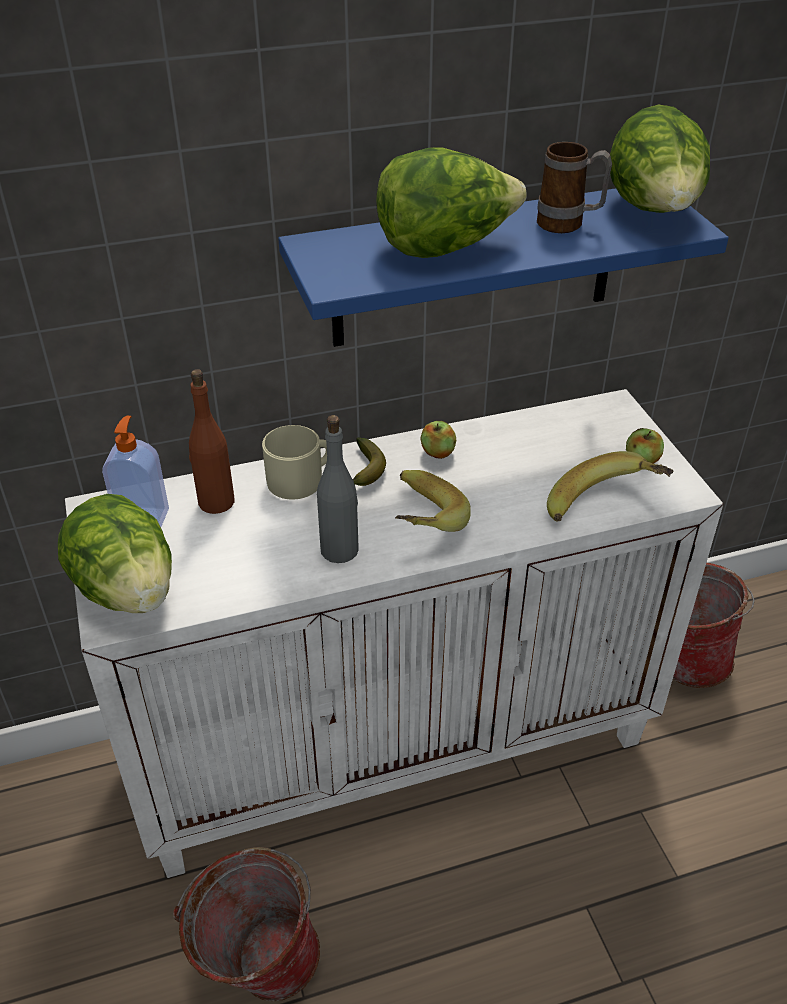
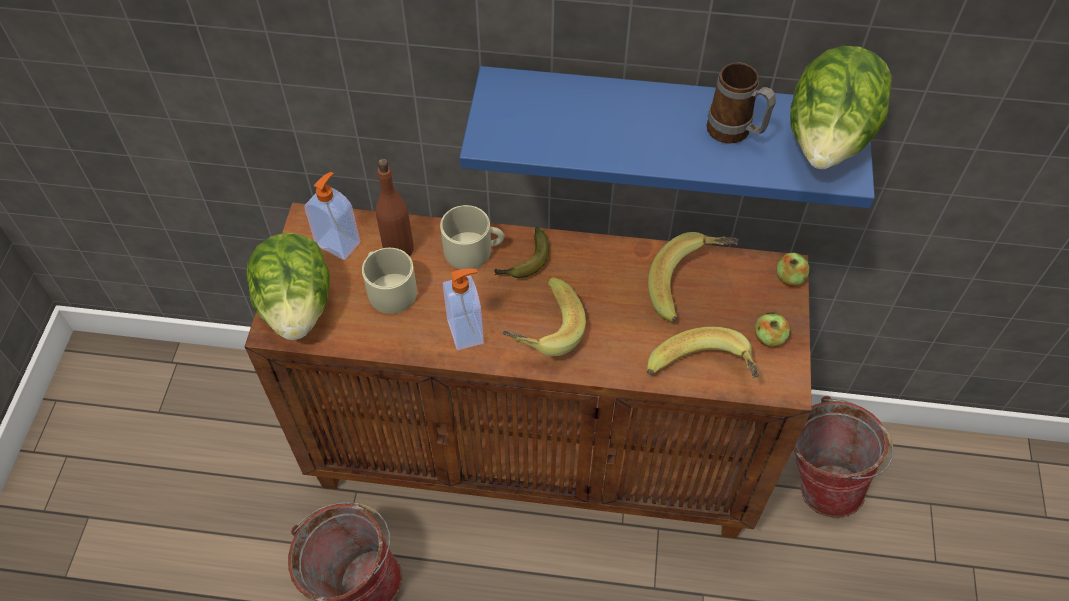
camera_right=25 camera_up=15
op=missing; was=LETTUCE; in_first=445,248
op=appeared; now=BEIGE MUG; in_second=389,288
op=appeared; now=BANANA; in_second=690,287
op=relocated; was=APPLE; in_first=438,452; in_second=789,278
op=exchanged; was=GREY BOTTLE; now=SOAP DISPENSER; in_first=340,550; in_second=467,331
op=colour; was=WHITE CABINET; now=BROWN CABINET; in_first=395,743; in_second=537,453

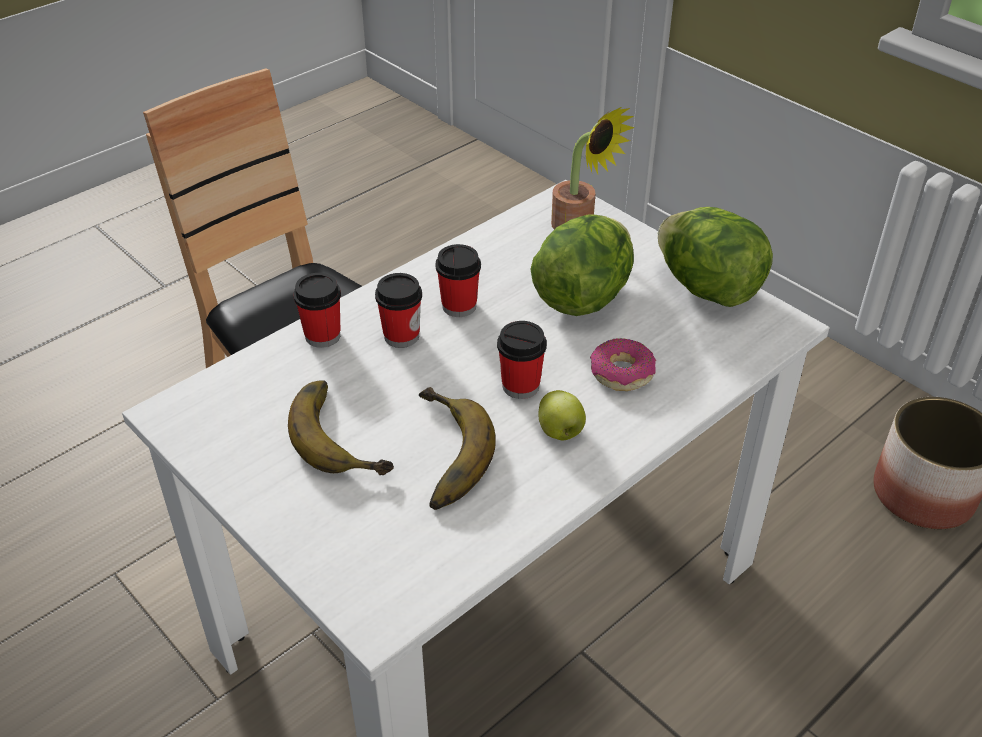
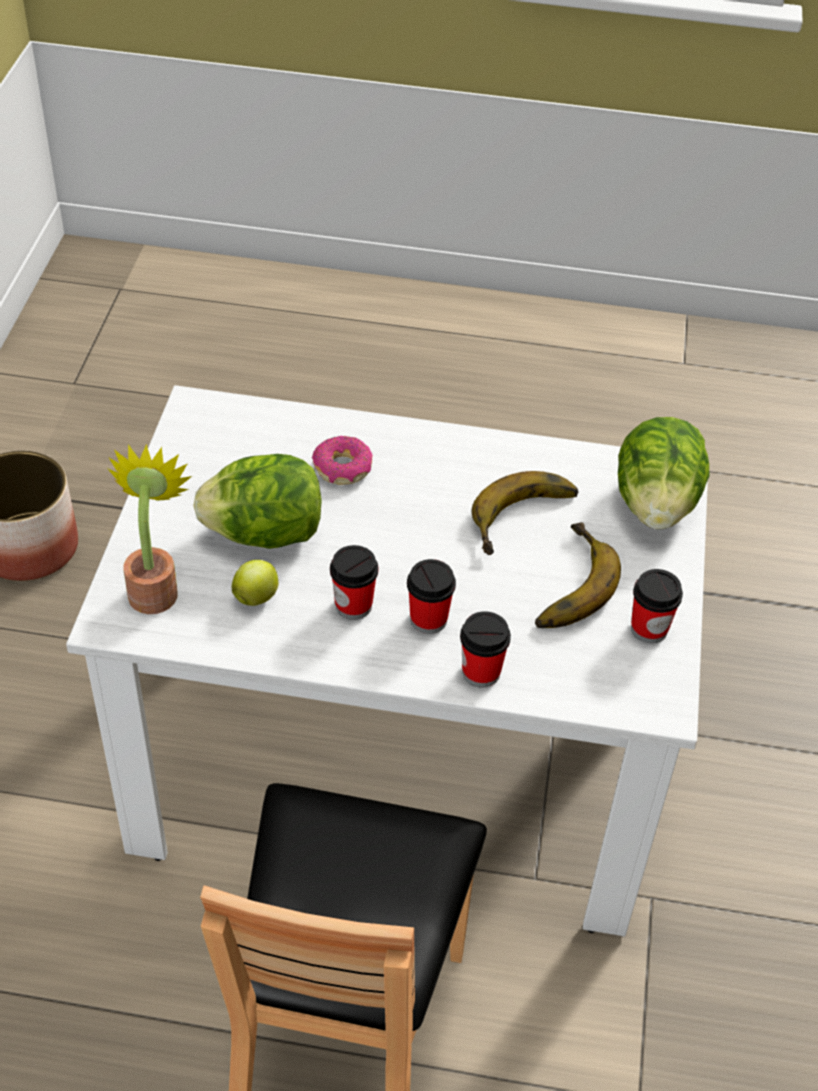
camera_right=-130 camera_up=5
op=relocated; was=CUP; in_first=520,386; in_second=649,629
op=relocated; was=APPLE; in_first=560,433; in_second=256,596
op=relocated; was=LETTUCE; in_first=708,289; in_second=656,504

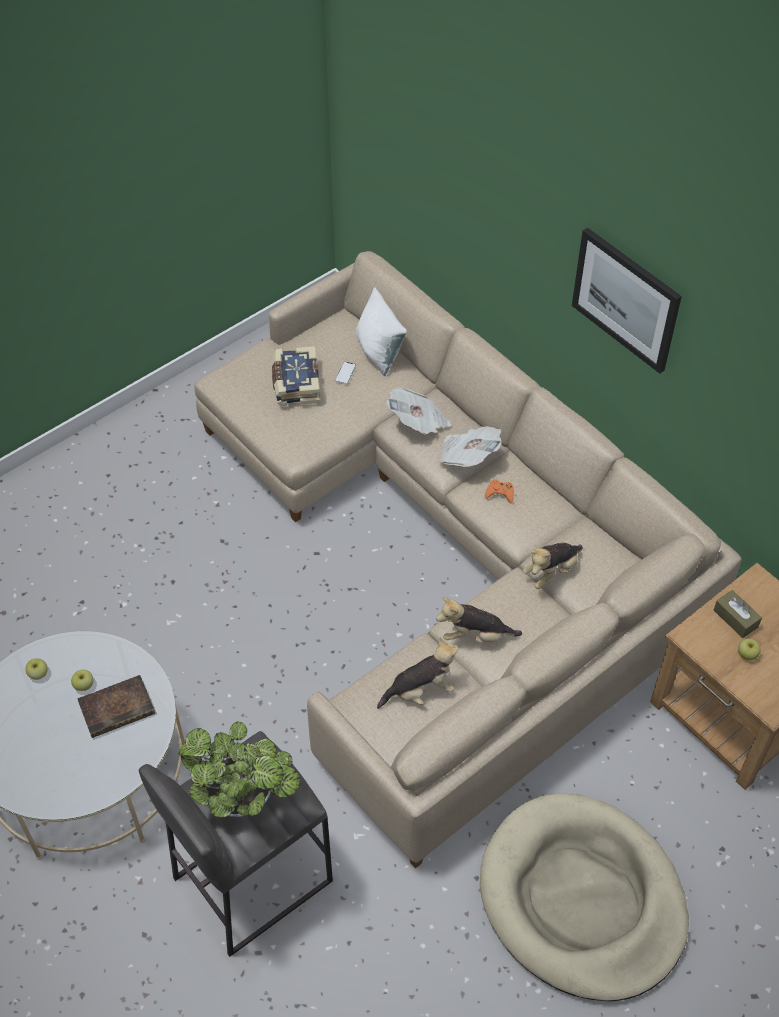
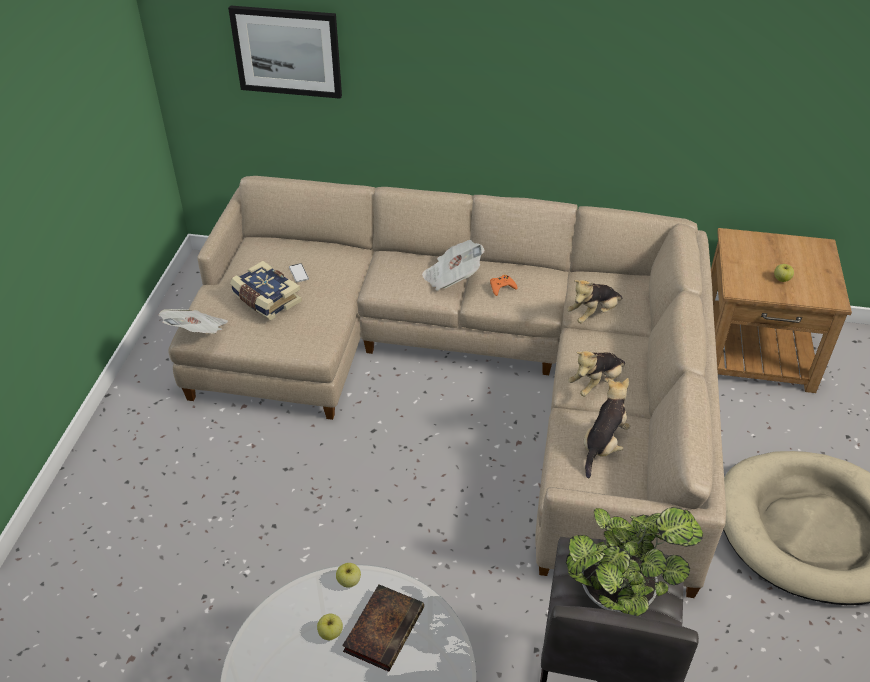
camera_right=-40 camera_up=-10
op=missing; was=WHITE PILLOW; in_first=379,352
op=missing; was=BROWN TISSUE BOX; in_first=735,618
op=relocated; was=APPLE; in_first=38,674; in_second=349,581
op=relocated; was=NEWSPAPER; in_first=418,422; in_second=197,333
op=relocated; was=PICTURE; in_first=626,299; in_second=287,51
op=spun; was=PLUSH TOY; in_first=551,571; in_second=593,314; clockwise=45

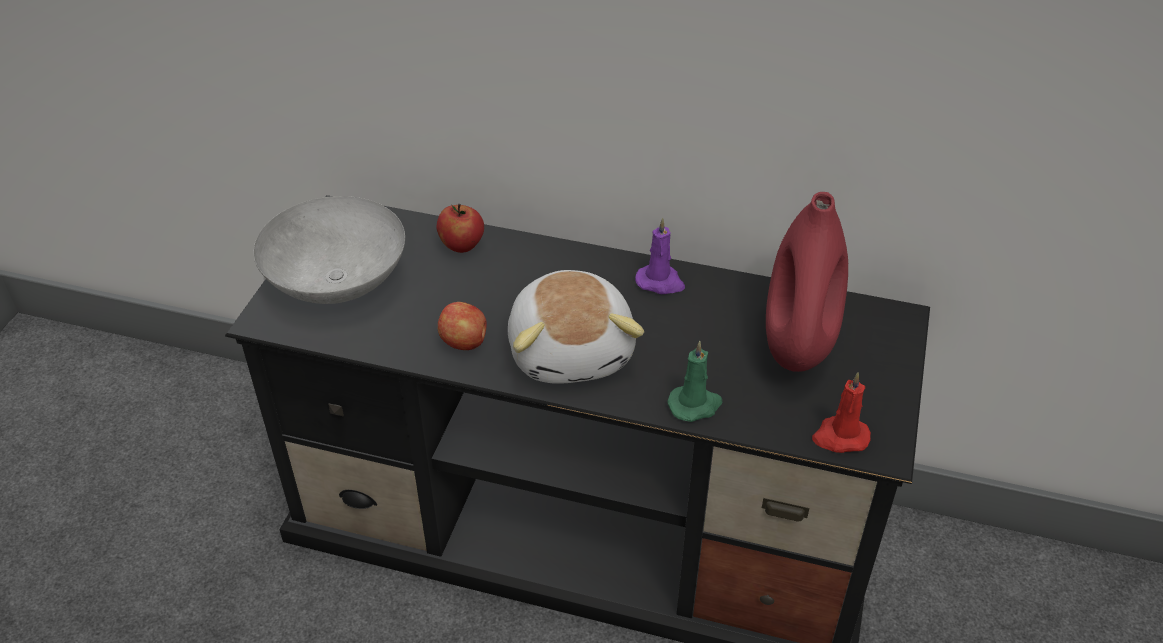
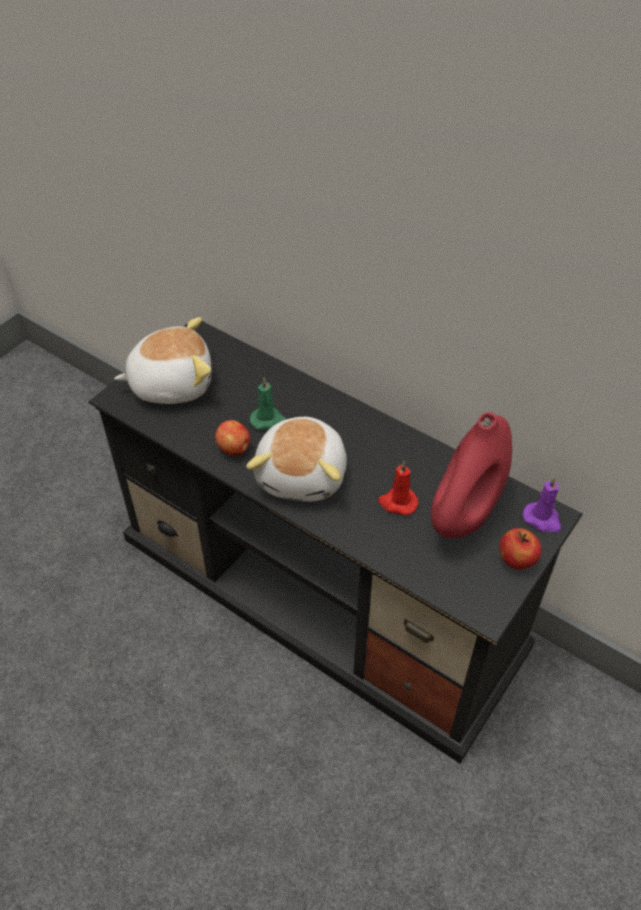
camera_right=20 camera_up=5
op=relocated; was=APPLE; in_first=462,246; in_second=516,560
op=relocated; was=PURPLE CANDLE; in_first=660,282; in_second=542,519
op=relocated; was=GREEN CANDLE; in_first=695,405; in_second=268,420
op=relocated; was=RED CANDLE; in_first=840,437; in_second=397,502
op=exchanged; was=GREY BOWL; now=PLUSH TOY; in_first=336,283; in_second=171,383

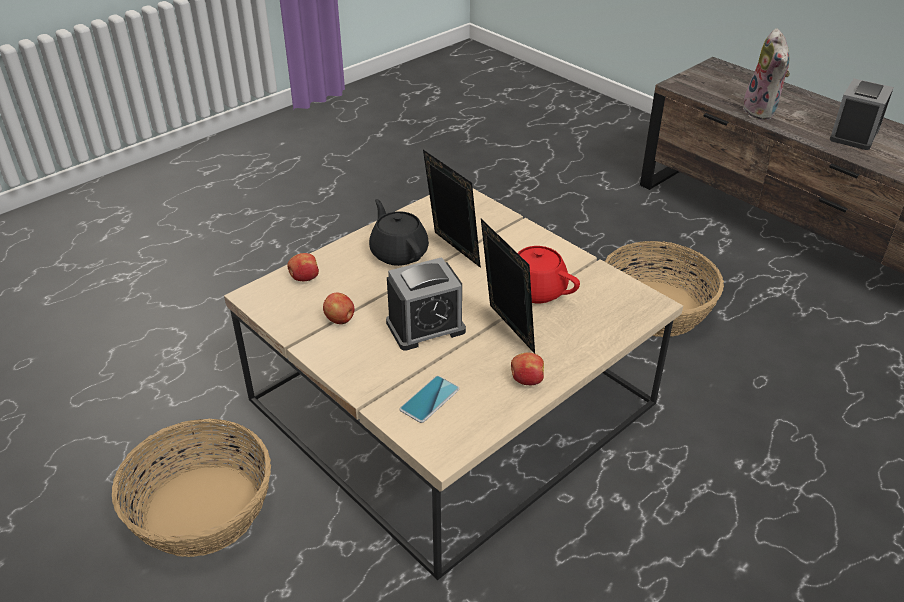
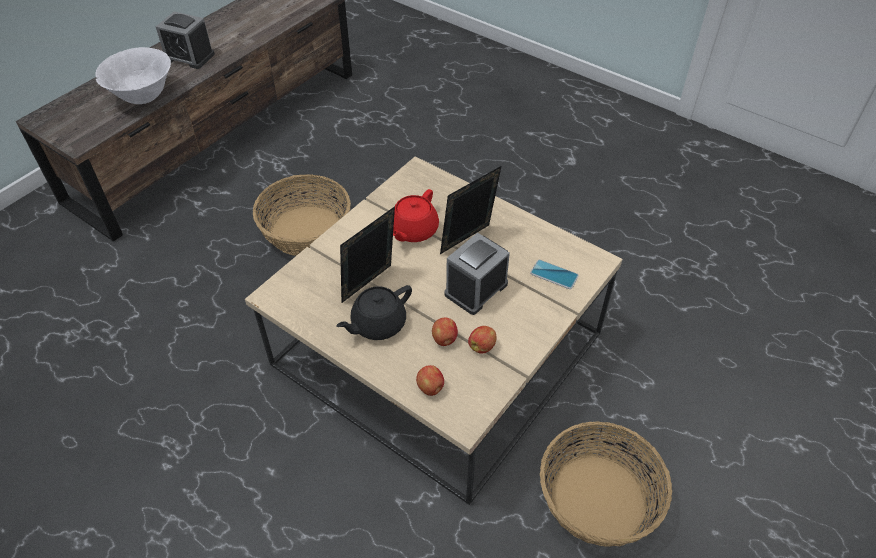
camera_right=-100 camera_up=10
op=relocated; was=APPLE; in_first=526,380; in_second=444,339
op=exchanged; was=PLUSH TOY; now=WHITE BOWL; in_first=762,111; in_second=143,97
op=spun; was=ALARM CLOCK; in_first=425,327; in_second=476,289; clockwise=-105

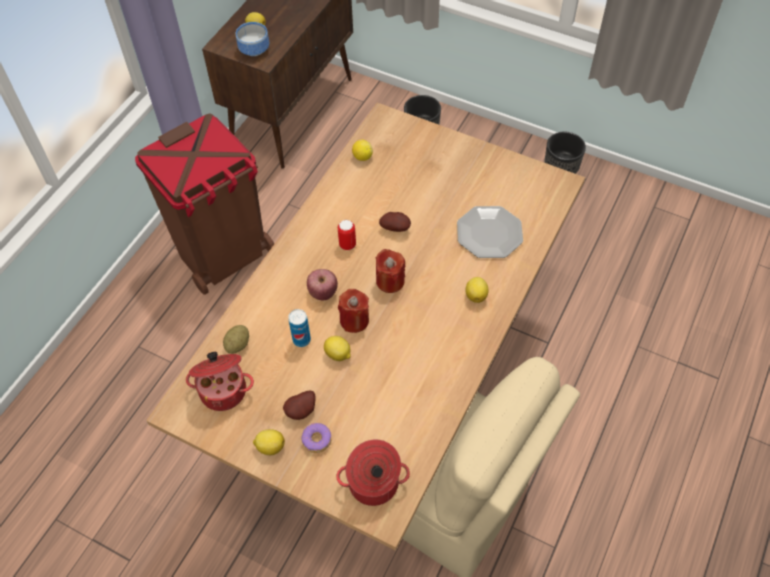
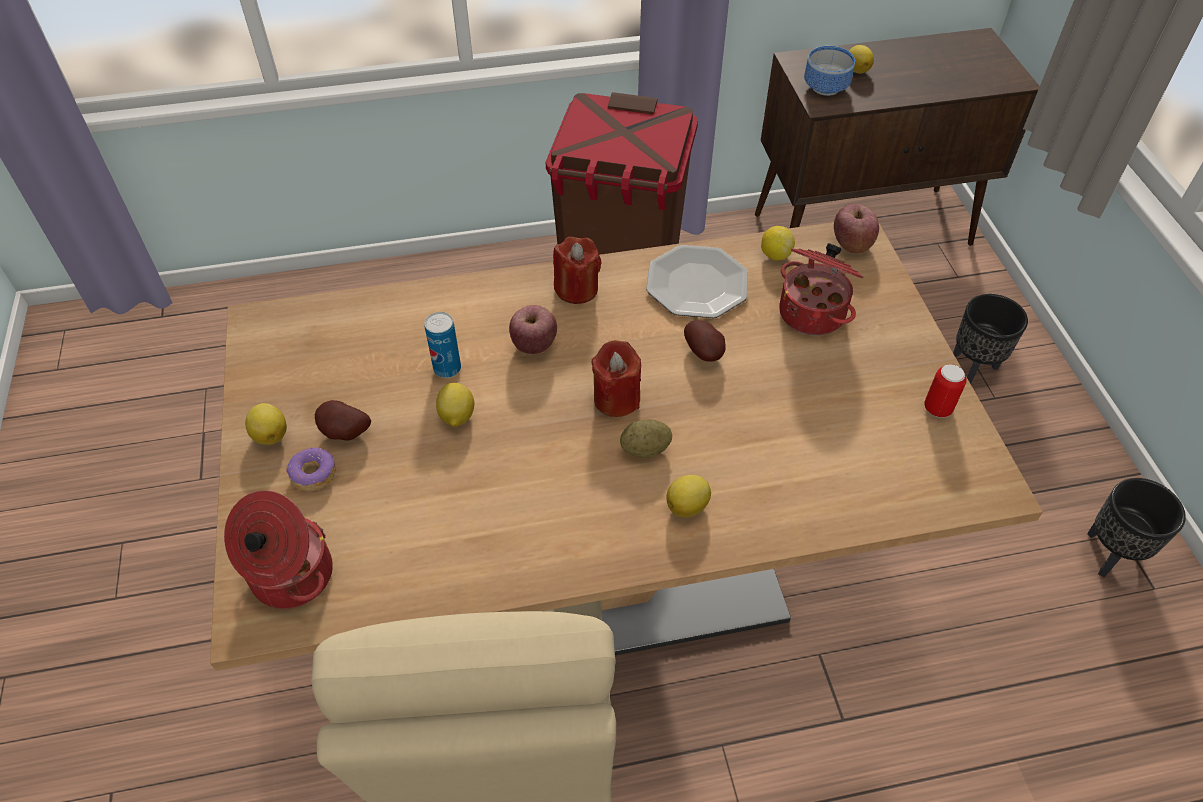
camera_right=50 camera_up=-5
op=appeared; now=APPLE; in_second=851,244
op=relocated; was=COOKING POT; in_first=223,389; in_second=813,312
op=relocated; was=POTATO; in_first=238,345; in_second=645,449
op=relocated; was=CAN; in_first=347,245; in_second=937,408
op=relocated; was=RED CANDLE; in_first=354,320; in_second=576,289
op=relocated; was=PLATE; in_first=489,233; in_second=697,284

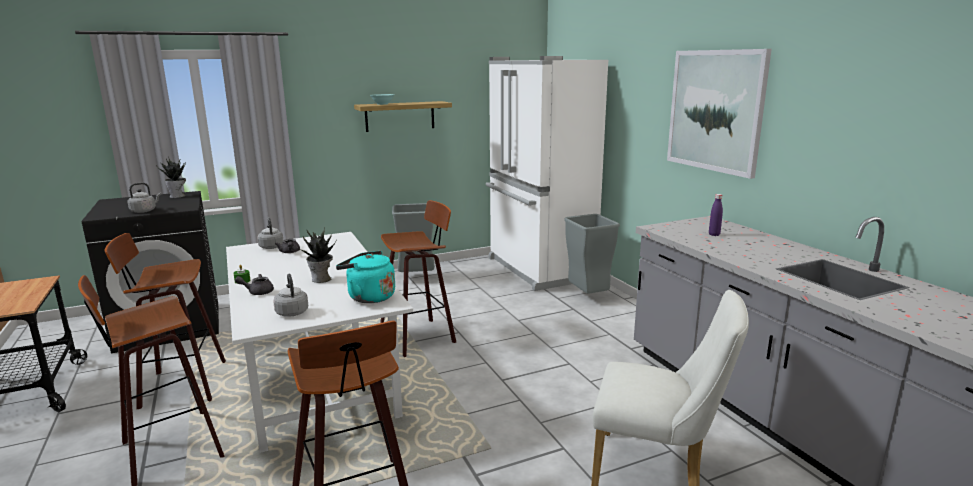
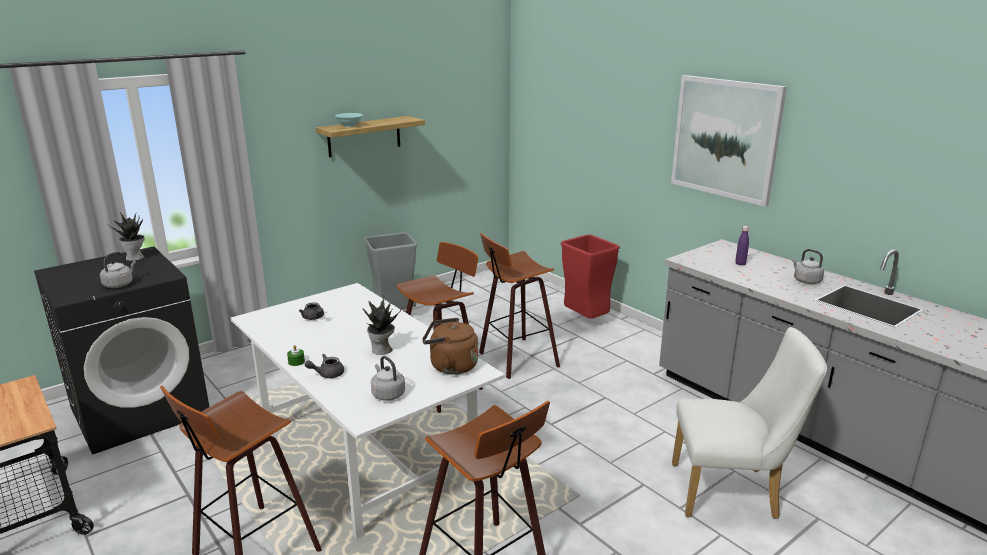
camera_right=-15 camera_up=5
op=missing; was=WHITE FRIDGE; in_first=538,269
op=relocated; was=STOOL; in_first=180,385; in_second=515,359
op=relocated; was=GREY KETTLE; in_first=271,246; in_second=805,281
op=colour; was=TURQUOISE KETTLE; now=BROWN KETTLE; in_first=368,297; in_second=450,366
op=colour; was=GREY TRASH CAN; now=RED TRASH CAN; in_first=588,297; in_second=586,321

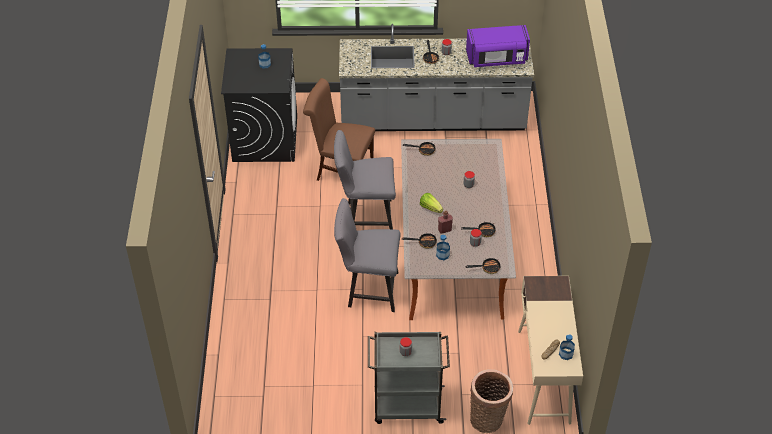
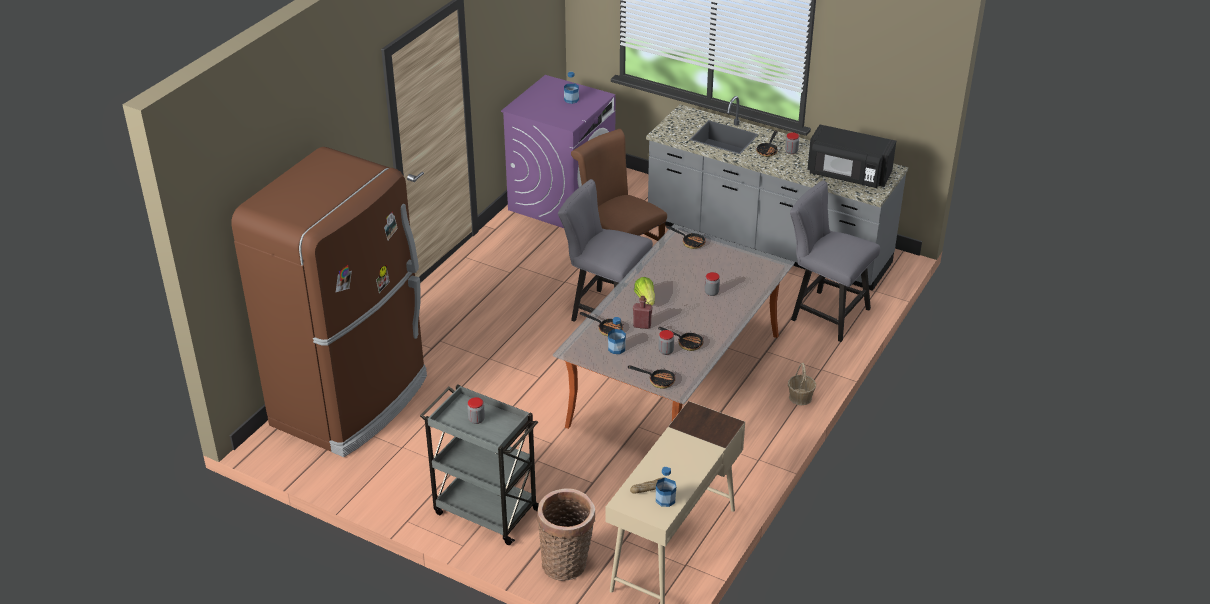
camera_right=30 camera_up=-10
op=appeared; now=BROWN FRIDGE; in_second=352,401
op=appeared; now=BASKET; in_second=800,397
op=relocated; was=GREY CHAIR; in_first=368,290; in_second=824,313
op=colour; was=BLACK WASHING MACHINE; now=PURPLE WASHING MACHINE; in_first=265,138; in_second=562,200
op=colour; was=PURPLE MICROWAVE; now=BLACK MICROWAVE; in_first=497,59; in_second=848,175

